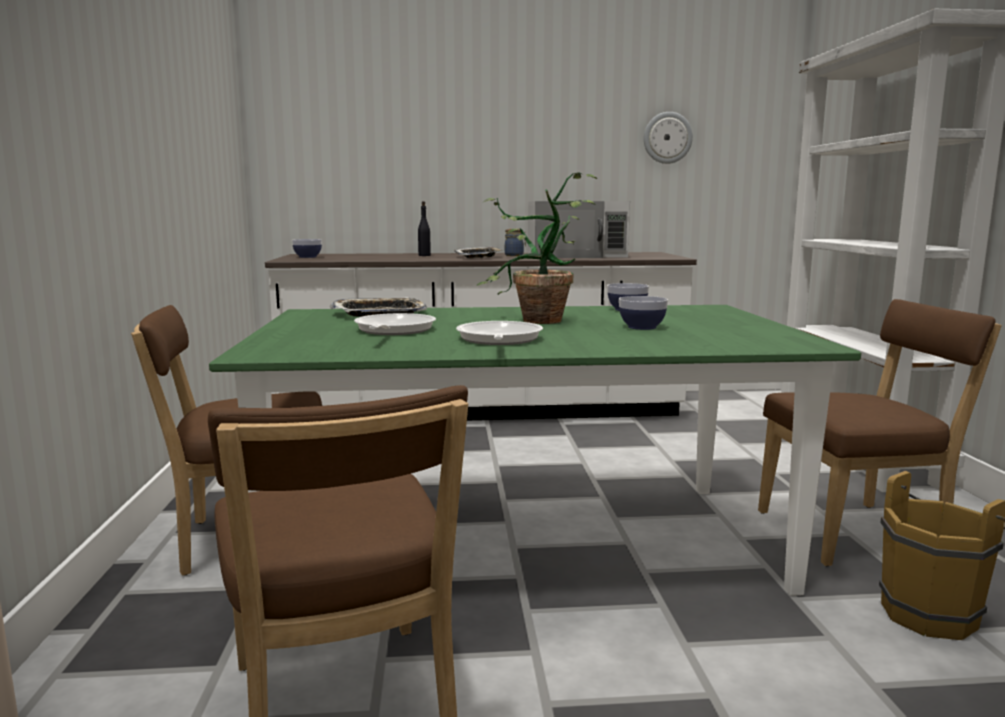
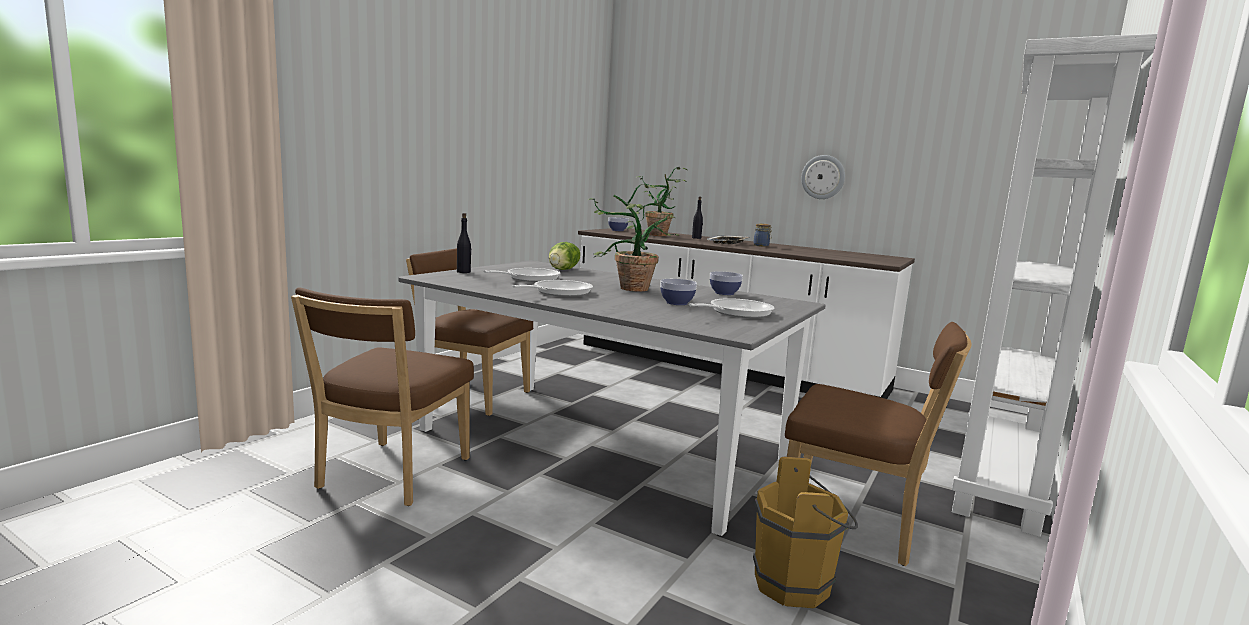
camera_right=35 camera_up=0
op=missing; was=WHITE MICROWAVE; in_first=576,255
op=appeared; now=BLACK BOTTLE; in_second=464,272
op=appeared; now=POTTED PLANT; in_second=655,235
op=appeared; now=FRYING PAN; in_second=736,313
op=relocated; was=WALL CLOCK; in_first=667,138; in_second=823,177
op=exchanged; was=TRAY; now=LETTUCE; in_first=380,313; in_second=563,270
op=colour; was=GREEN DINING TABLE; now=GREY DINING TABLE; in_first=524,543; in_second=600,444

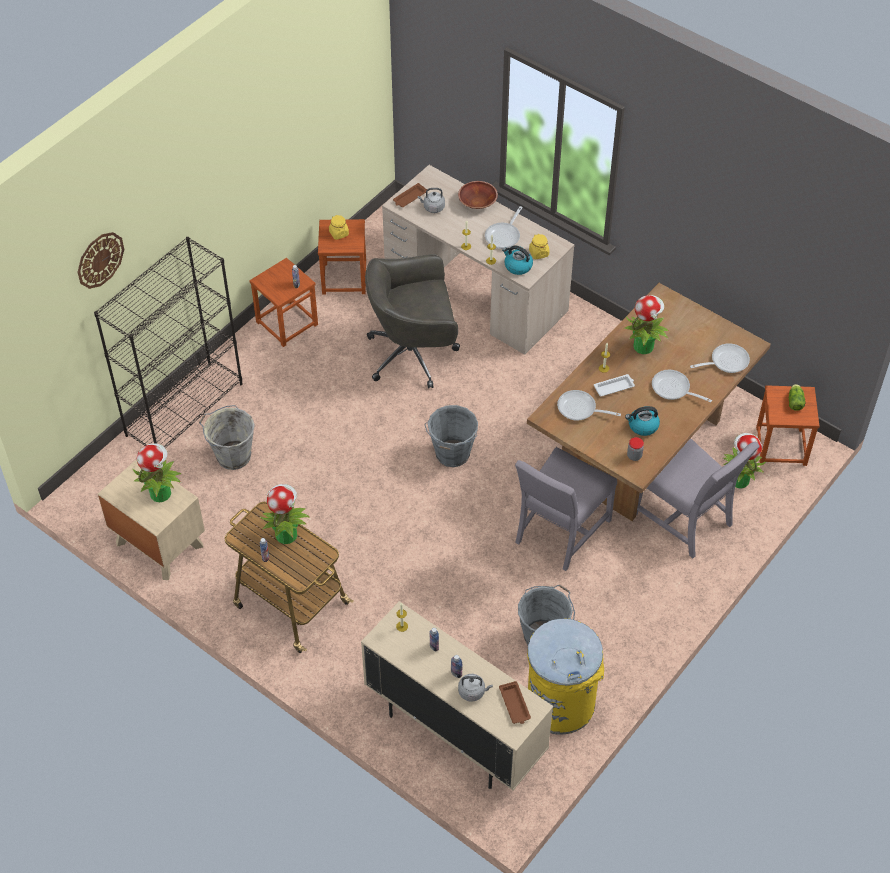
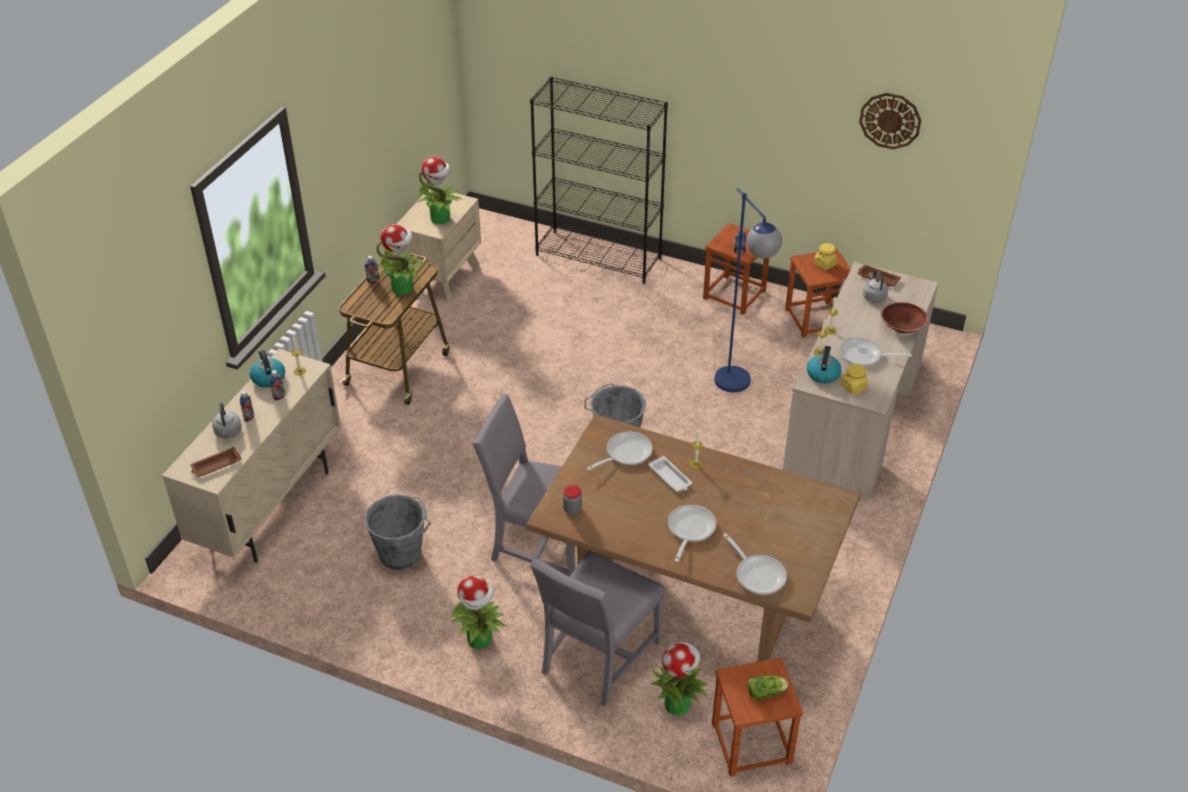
camera_right=75 camera_up=-10
op=missing; was=GREY BUCKET; in_first=232,455
op=missing; was=YELLOW TRASH CAN; in_first=560,703
op=relocated; was=WALL CLOCK; in_first=100,259; in_second=890,120
op=relocated; was=POTTED PLANT; in_first=643,346; in_second=480,639
op=relocated; was=KETTLE; in_first=642,426; in_second=268,378
op=exchanged; was=GREY OFFICE CHAIR; now=BLUE FLOOR LAMP; in_first=414,354; in_second=739,388
op=spun; was=FRYING PAN; in_first=580,409; in_second=625,453; clockwise=45

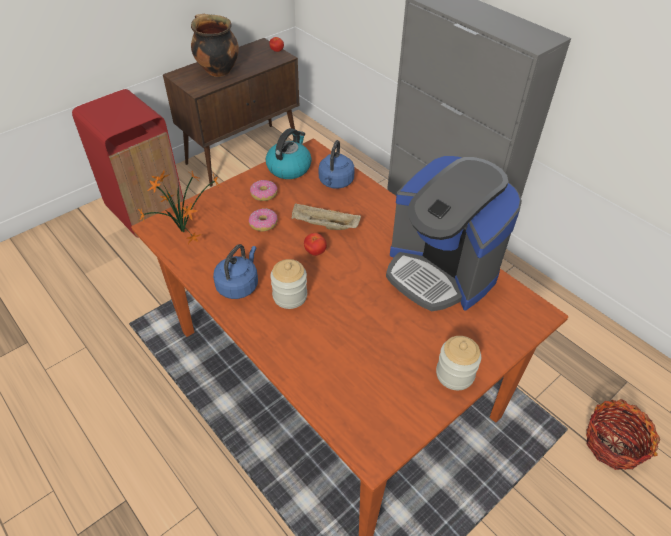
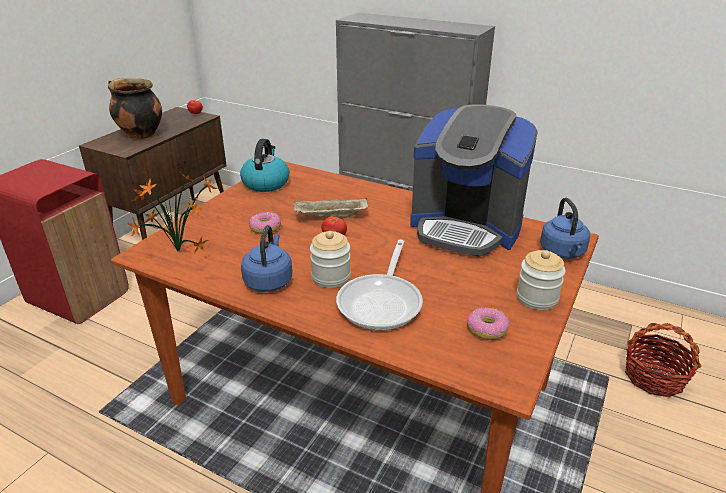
camera_right=-20 camera_up=-15
op=appeared; now=FRYING PAN; in_second=382,302
op=relocated; was=DONUT; in_first=264,194; in_second=487,329
op=relocated; was=BLUE KETTLE; in_first=335,182; in_second=563,253

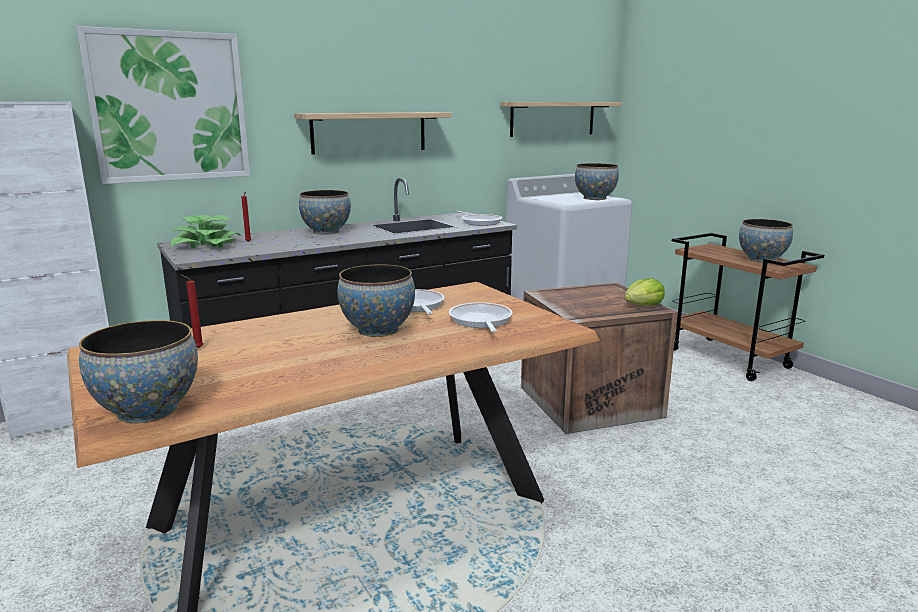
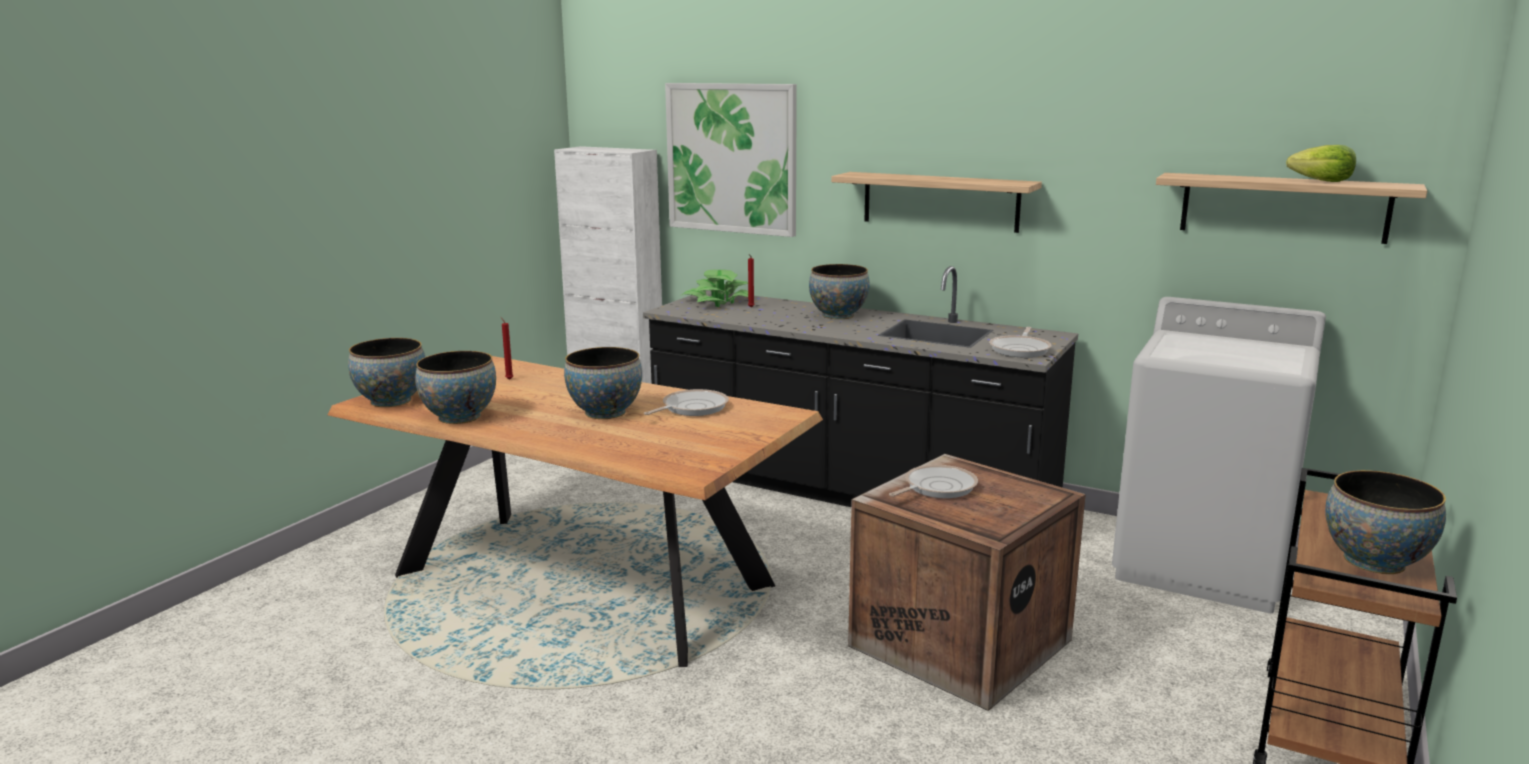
camera_right=60 camera_up=0
op=relocated; was=FRYING PAN; in_first=480,321; in_second=936,487
op=relocated; was=BOWL; in_first=595,198; in_second=460,417
op=relocated; was=LETTUCE; in_first=643,306; in_second=1322,181

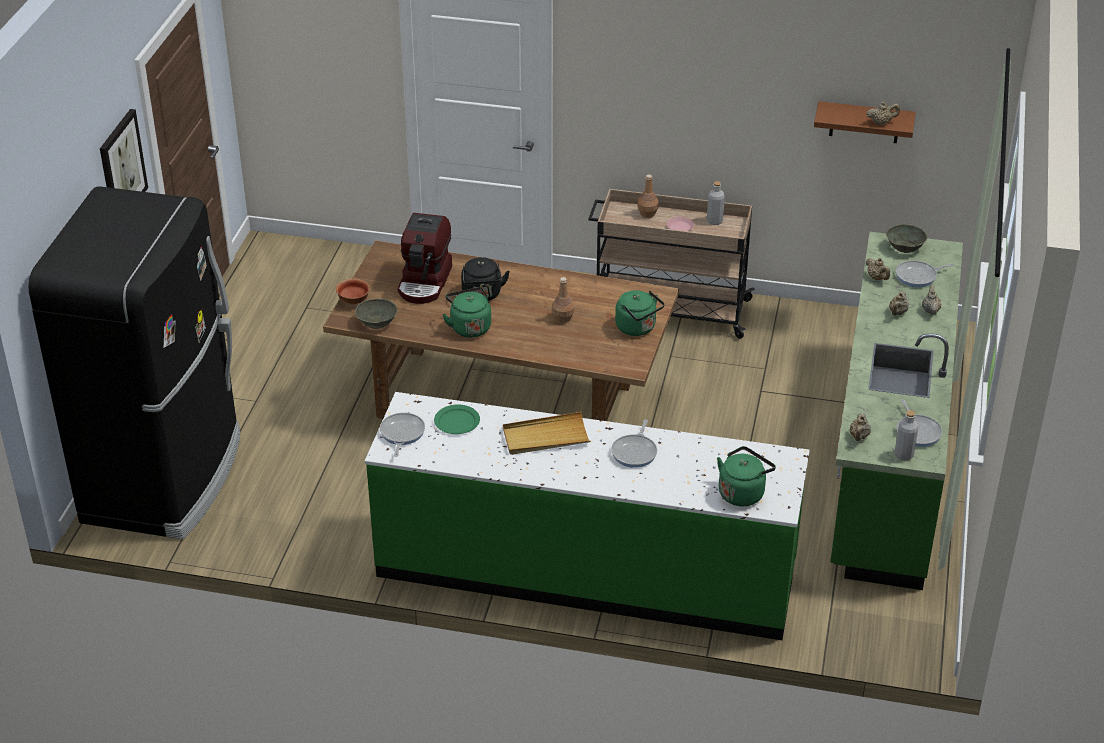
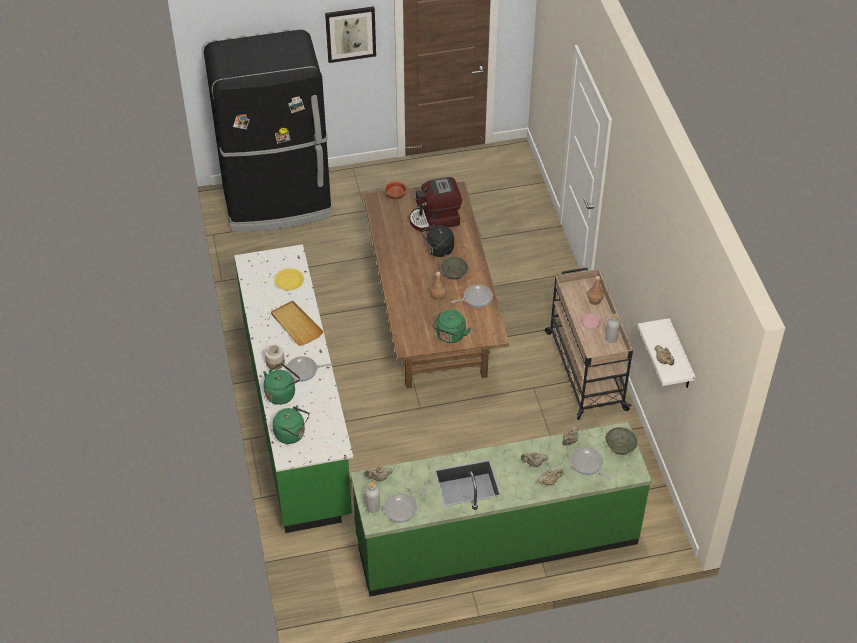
camera_right=65 camera_up=10
op=appeared; now=JAR; in_second=275,363
op=relocated; was=GREY BOWL; in_first=377,322; in_second=454,274
op=relocated; was=FRYING PAN; in_first=401,434; in_second=476,298
op=relocated; was=GREEN KETTLE; in_first=469,327; in_second=281,393
op=colour; was=GREEN PLATE; now=YELLOW PLATE; in_first=457,421; in_second=289,280
op=colour; was=BROWN SHELF; now=WHITE SHELF; in_first=864,122; in_second=680,357

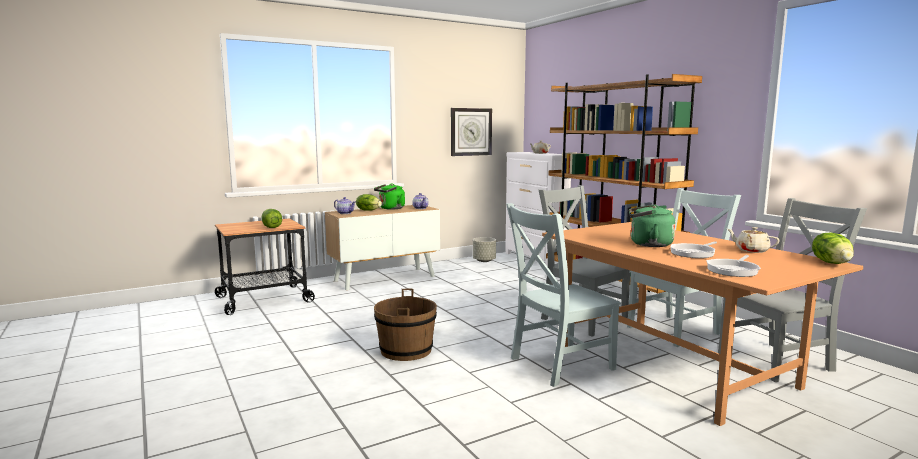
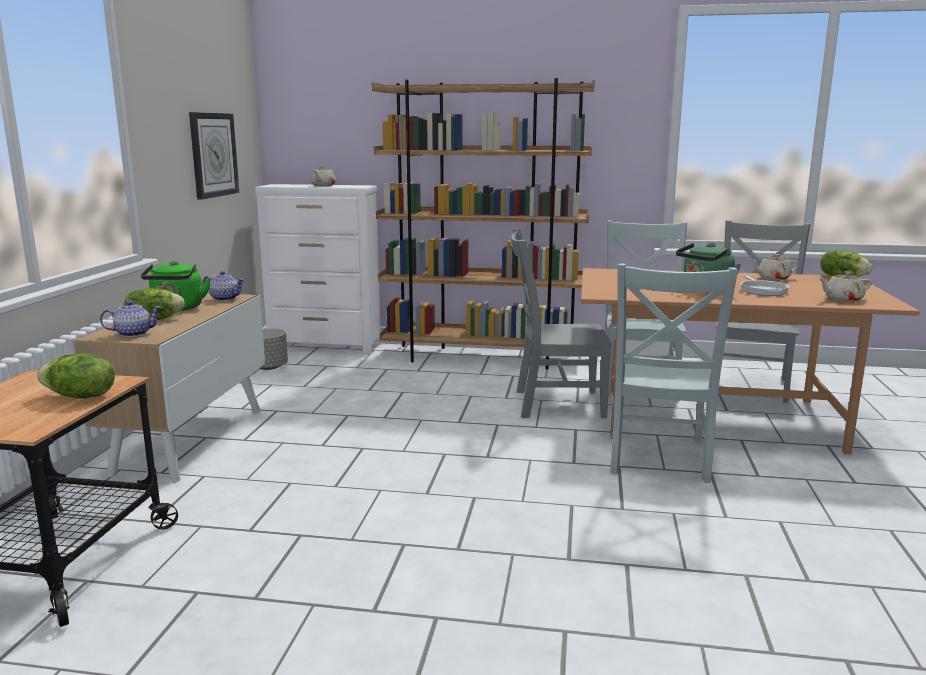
camera_right=-50 camera_up=5
op=missing; was=BROWN BUCKET; in_first=406,350
op=exchanged; was=FRYING PAN; now=BEIGE TEAPOT; in_first=733,270; in_second=842,299

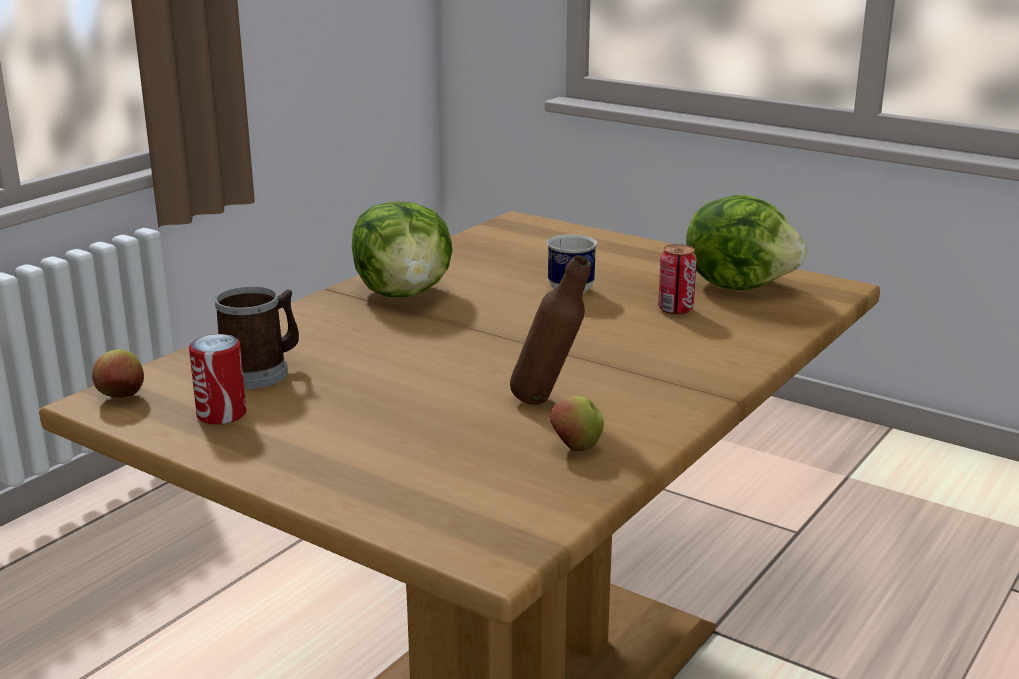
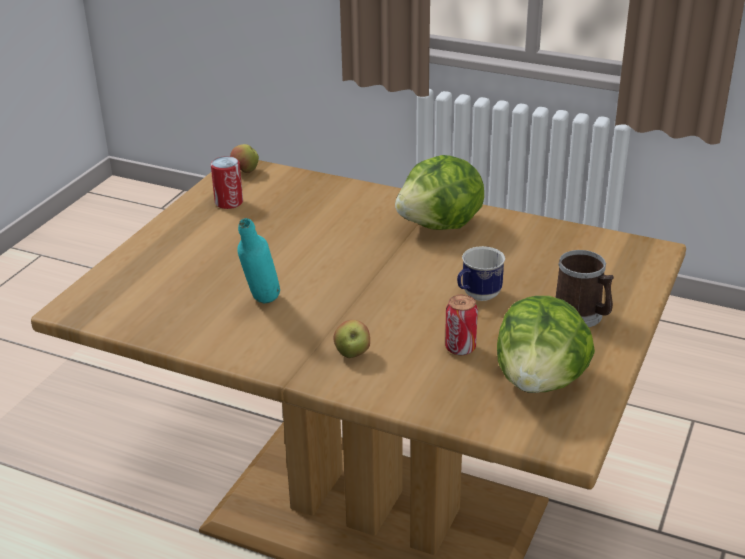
camera_right=80 camera_up=10
op=relocated; was=MUG; in_first=261,372; in_second=582,316
op=relocated; was=APPLE; in_first=575,447; in_second=352,354
op=colour; was=BROWN BOTTLE; now=TURQUOISE BOTTLE; in_first=548,403; in_second=261,305

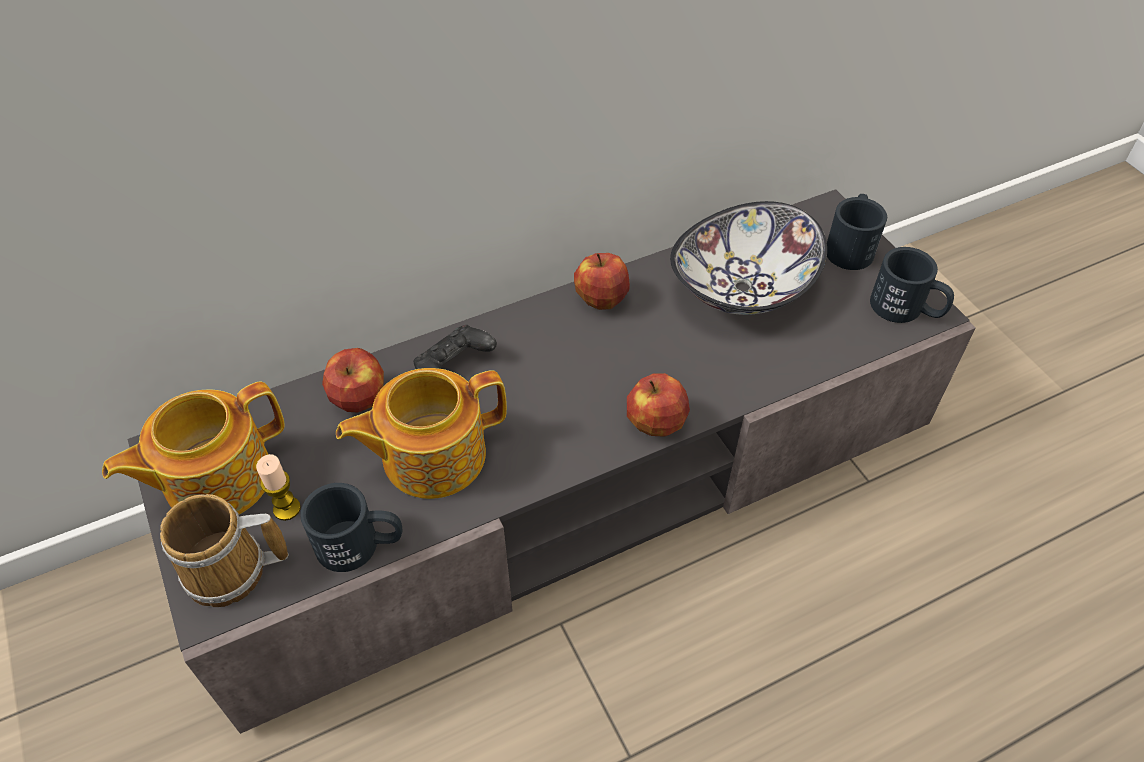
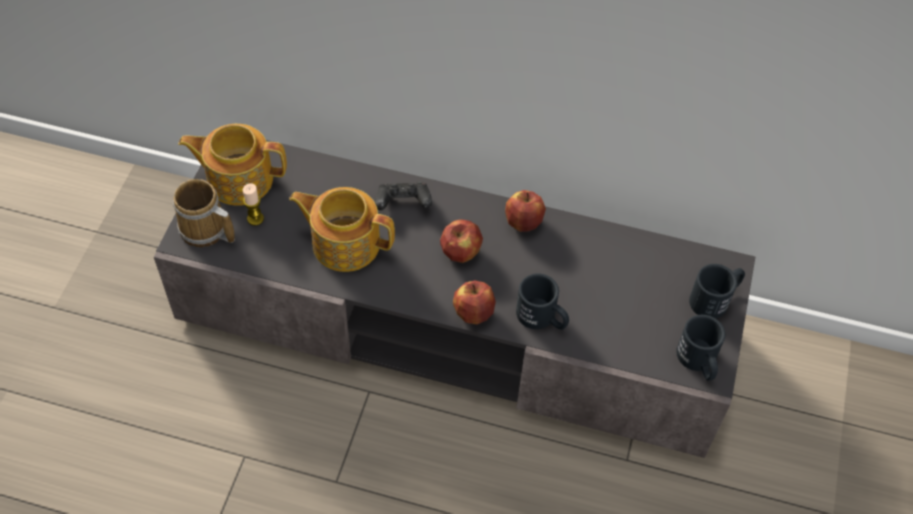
camera_right=40 camera_up=5
op=missing; was=BOWL; in_first=743,289
op=relocated; was=BLACK MUG; in_first=360,544; in_second=542,318
op=relocated; was=APPLE; in_first=359,397; in_second=461,252

